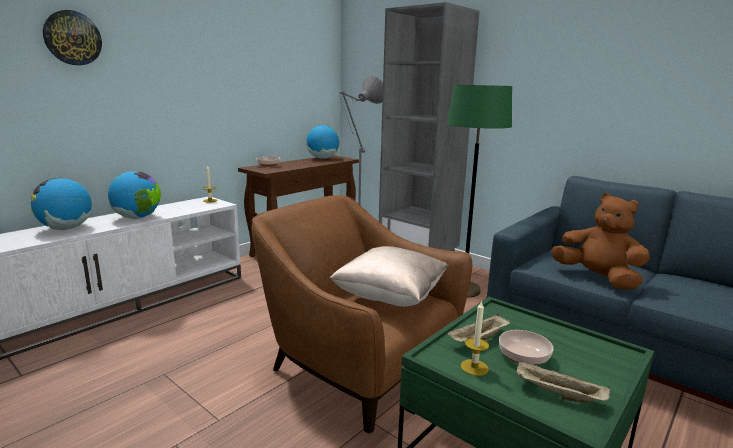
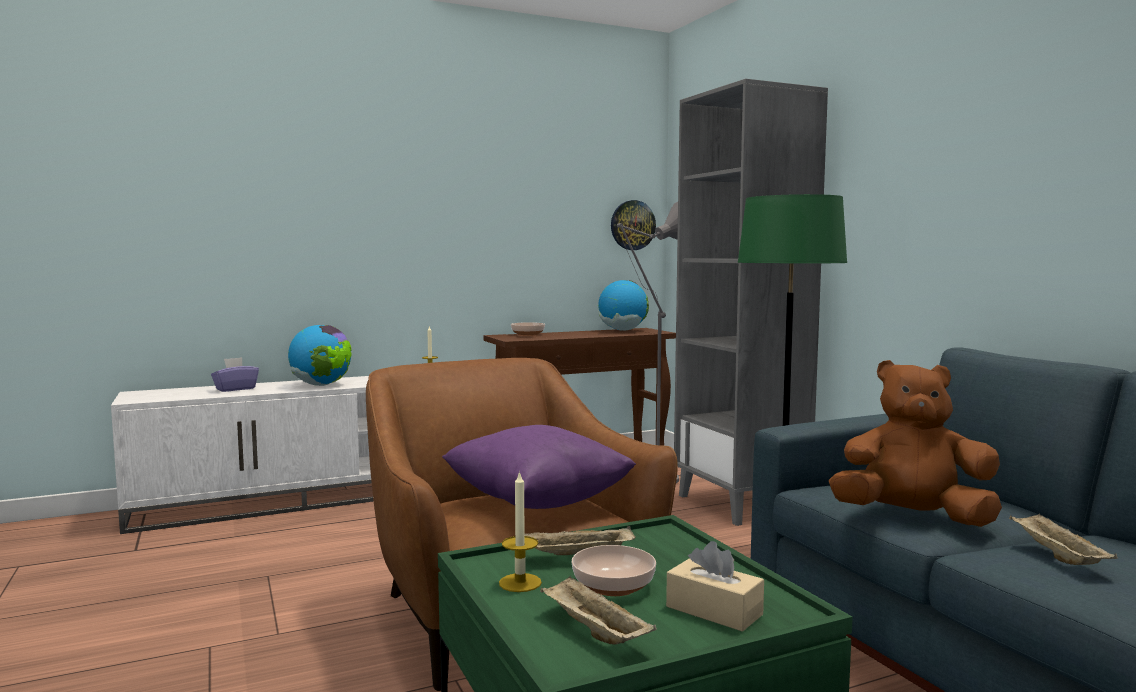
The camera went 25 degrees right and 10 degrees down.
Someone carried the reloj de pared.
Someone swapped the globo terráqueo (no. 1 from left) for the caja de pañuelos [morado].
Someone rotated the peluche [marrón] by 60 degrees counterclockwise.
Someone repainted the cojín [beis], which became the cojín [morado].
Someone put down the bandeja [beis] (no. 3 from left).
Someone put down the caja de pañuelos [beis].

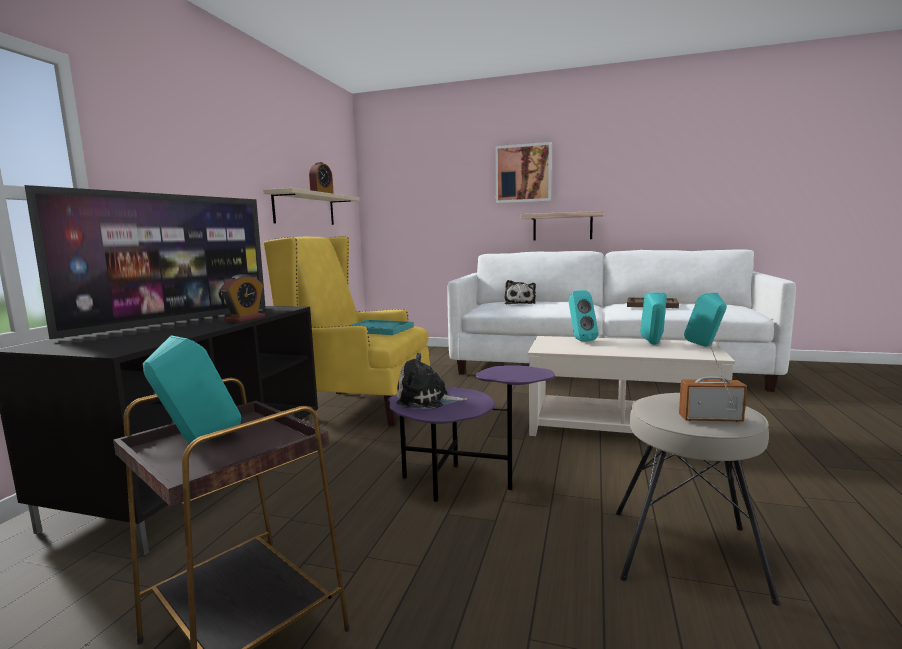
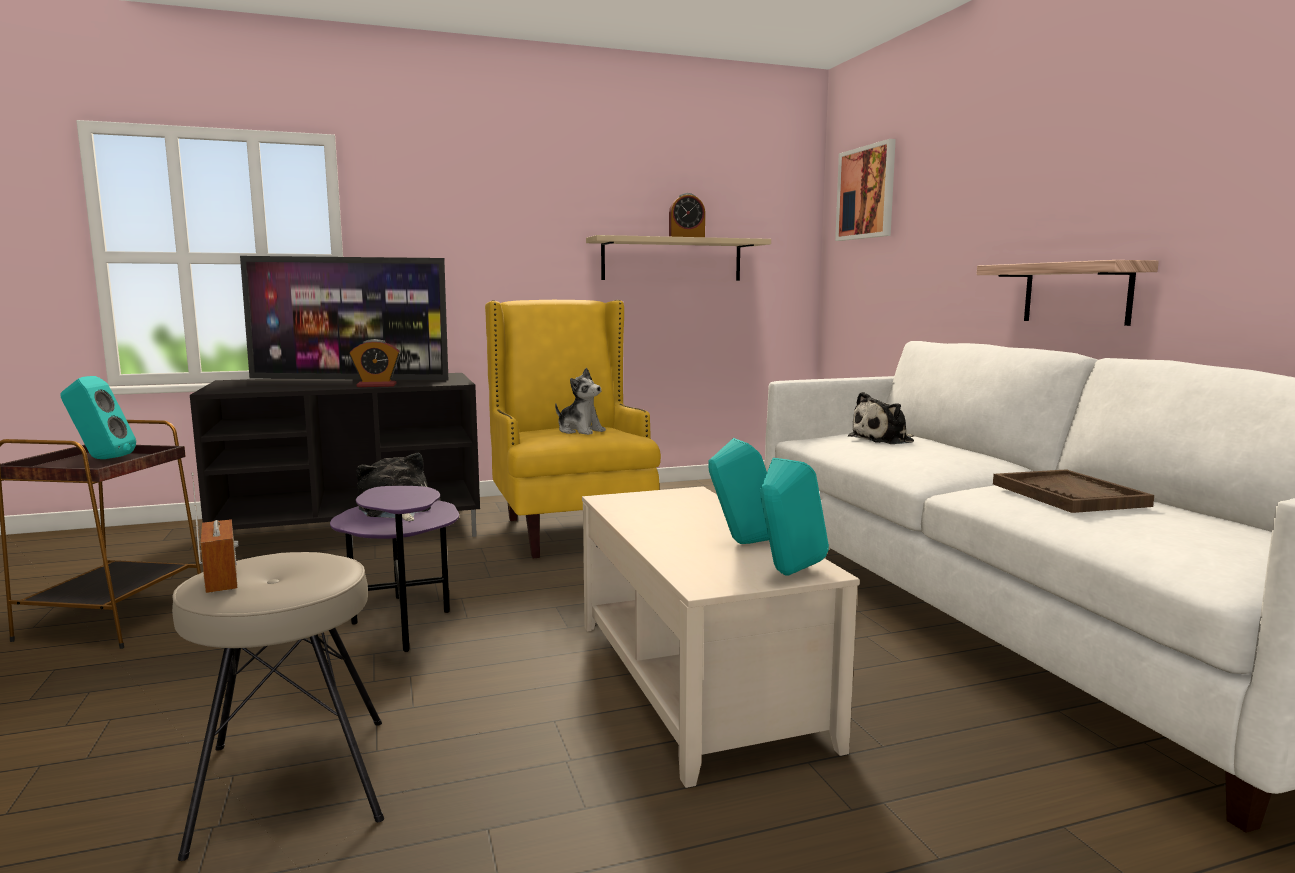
The camera went 55 degrees right and 0 degrees up.
Someone carried the cuadro.
Someone took away the altavoz [turquesa] (no. 2 from left).
Someone swapped the bandeja [turquesa] for the peluche (no. 2 from left).

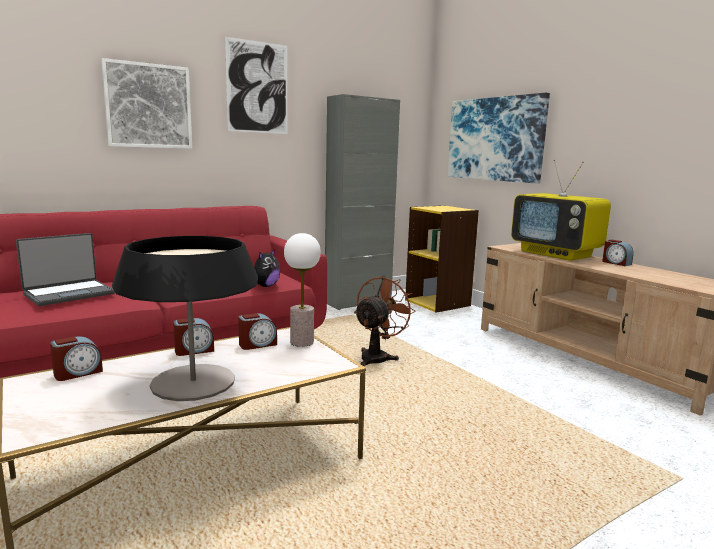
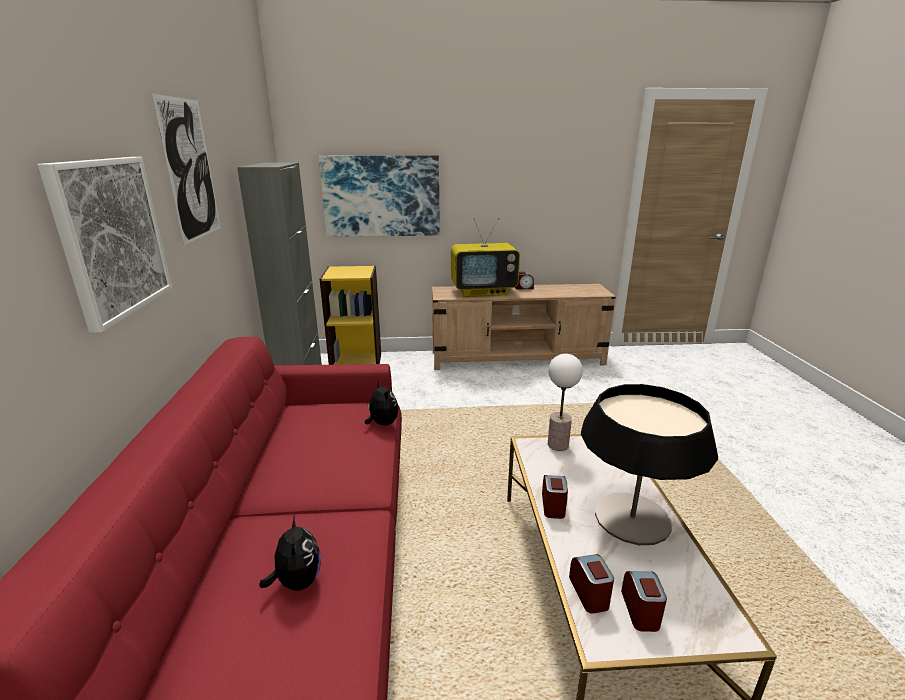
The camera went 60 degrees left and 10 degrees up.
Someone swapped the portátil for the peluche (no. 1 from left).
Someone took away the ventilador [marrón].
Someone carried the despertador (no. 3 from left in the first image).

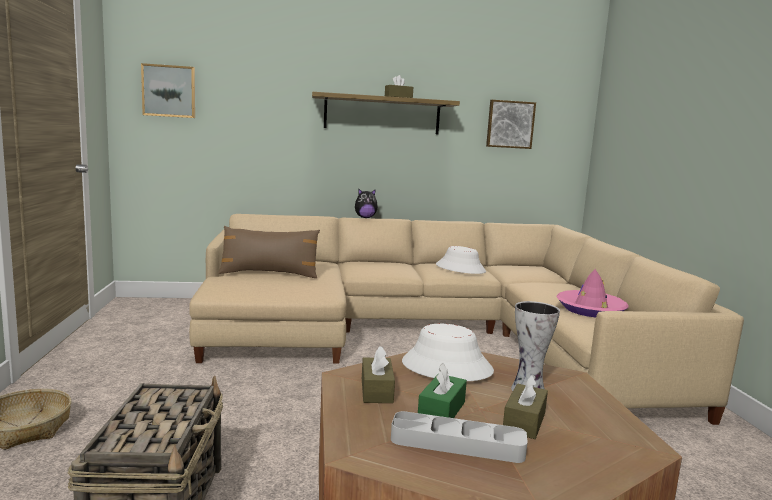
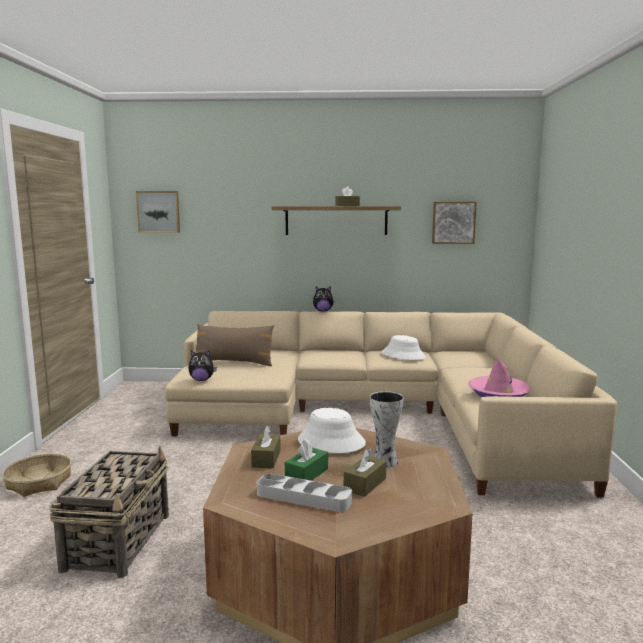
The camera went 10 degrees right and 0 degrees up.
Someone put down the peluche (no. 1 from left).

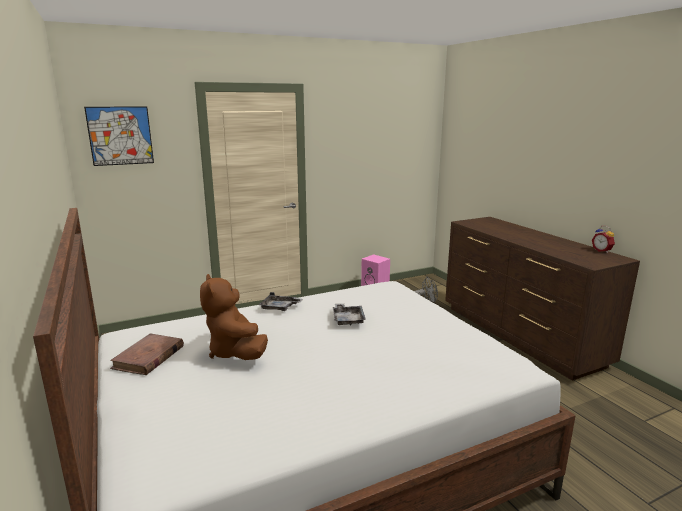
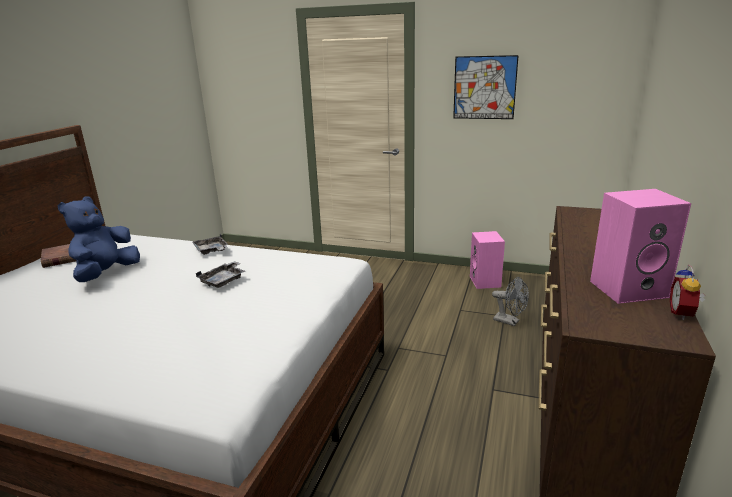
The camera went 45 degrees right and 5 degrees up.
Someone carried the cuadro.
Someone repainted the peluche [marrón], which became the peluche [azul].
Someone put down the altavoz [rosa] (no. 2 from left).

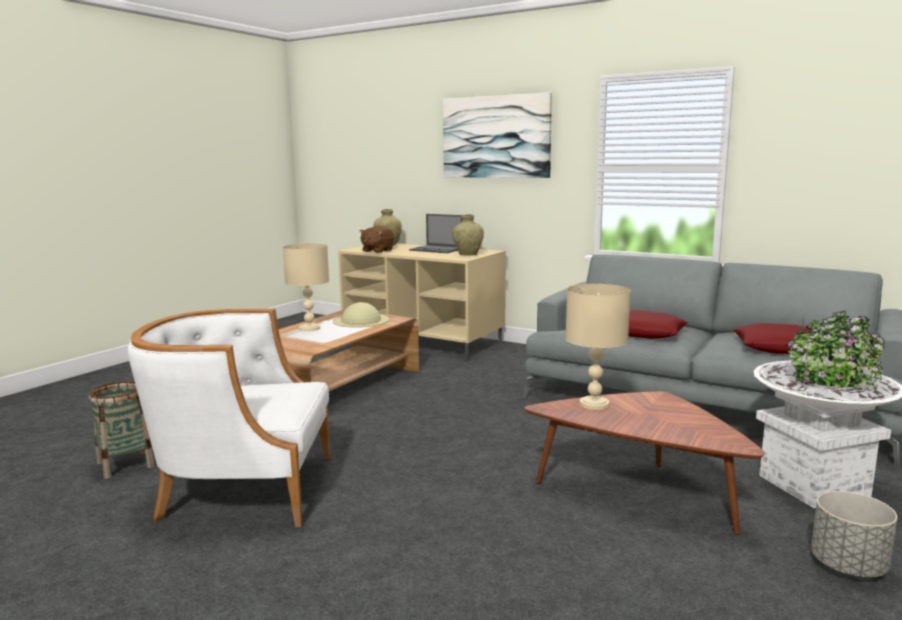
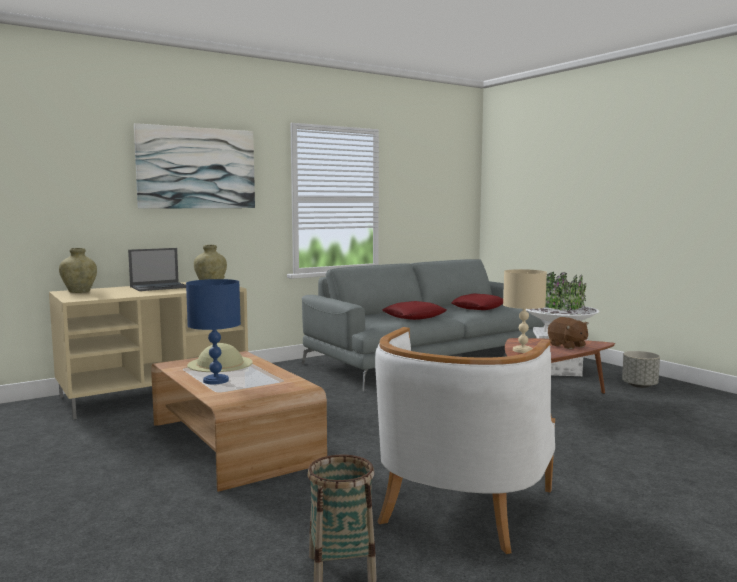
The camera went 65 degrees left and 5 degrees down.
Someone carried the peluche [marrón].
Someone repainted the lámpara de mesa [beis] (no. 1 from left), which became the lámpara de mesa [azul].

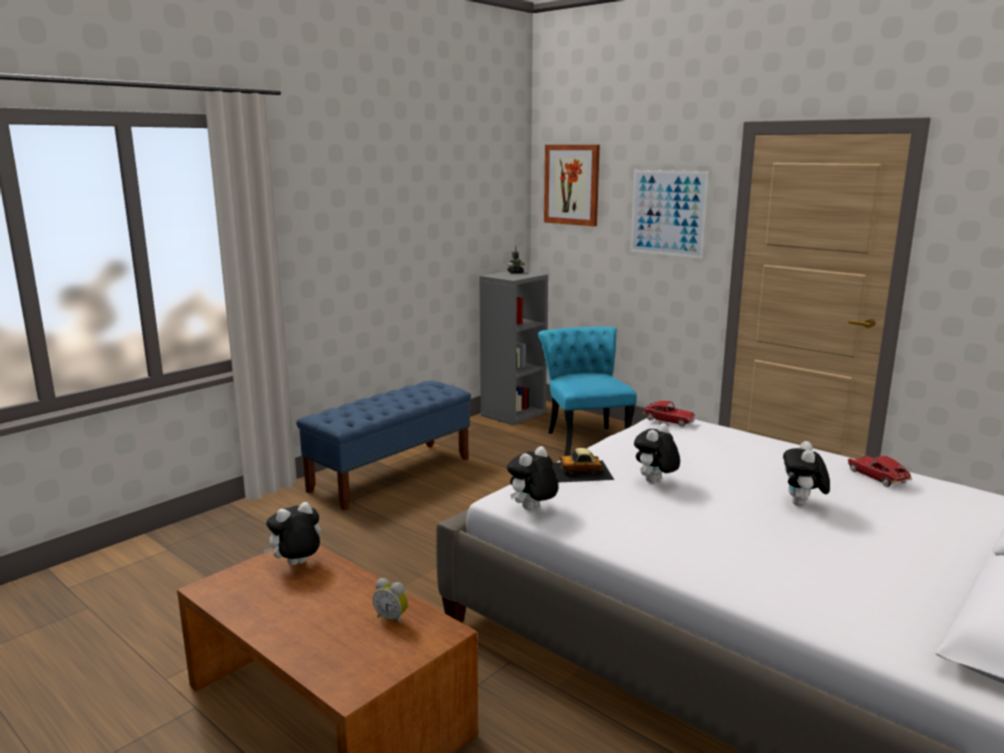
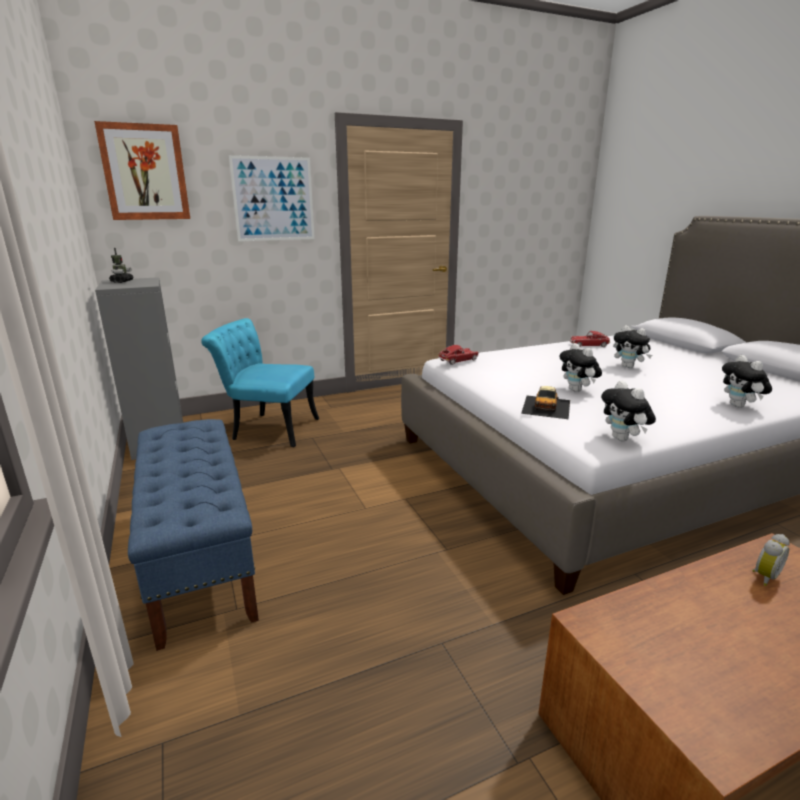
The camera went 65 degrees left and 5 degrees up.
Someone carried the peluche (no. 1 from left in the first image).

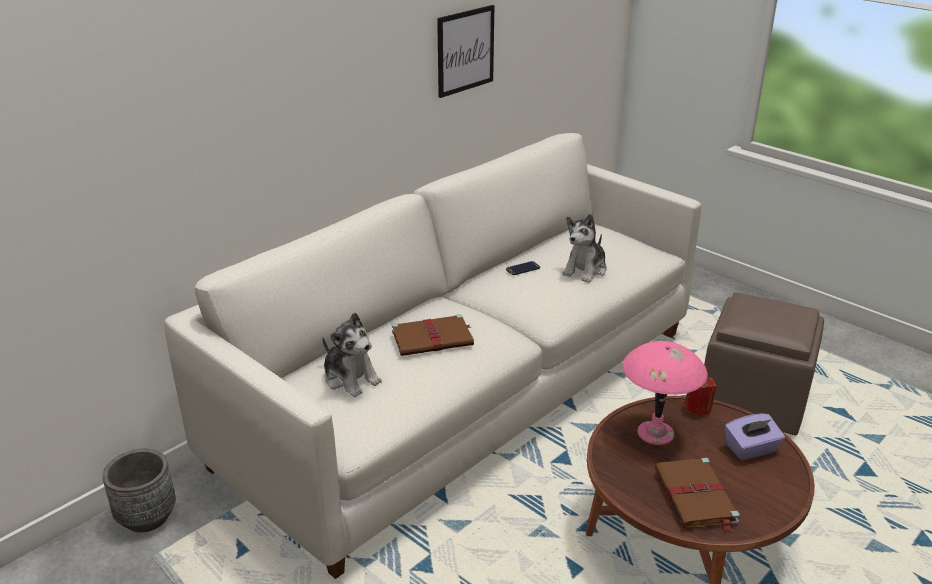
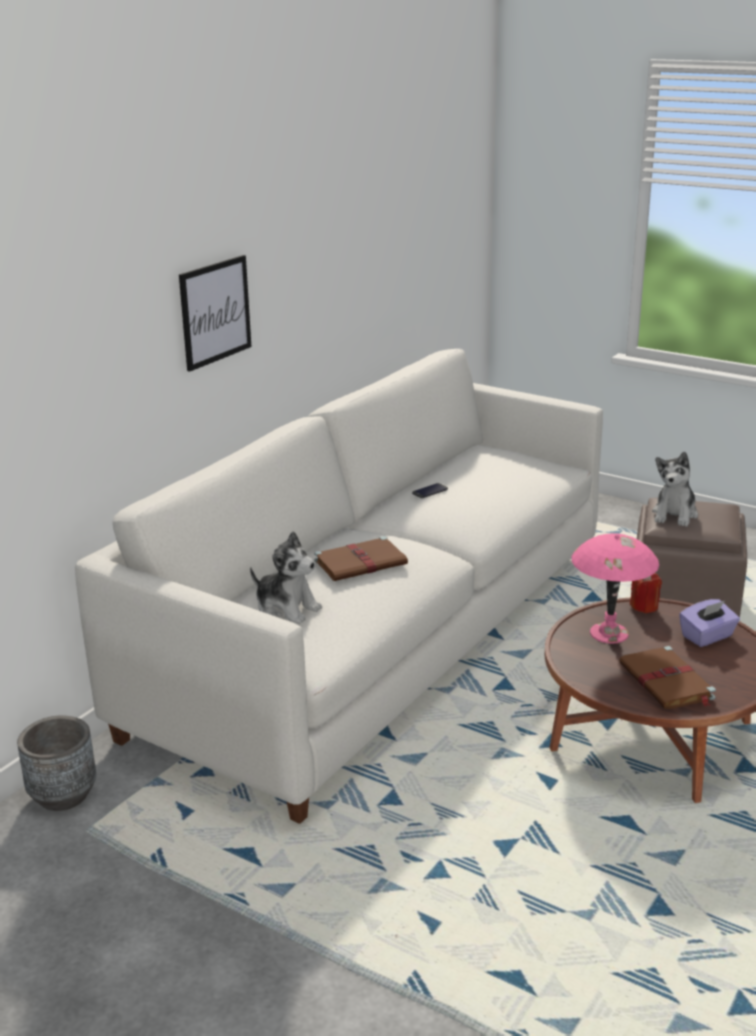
The camera went 10 degrees left and 5 degrees down.
Someone carried the cuadro.
Someone carried the peluche (no. 2 from left).

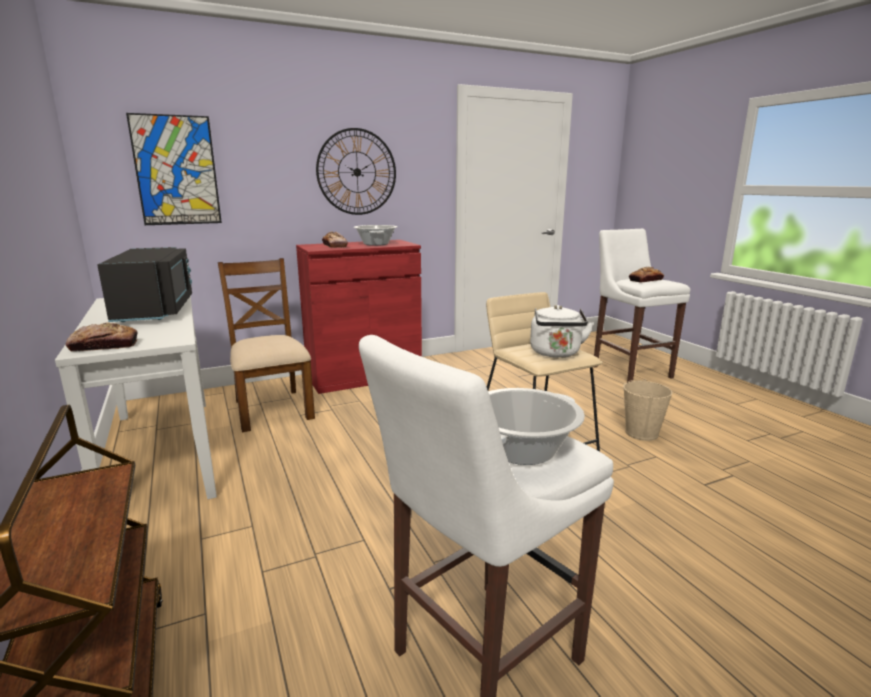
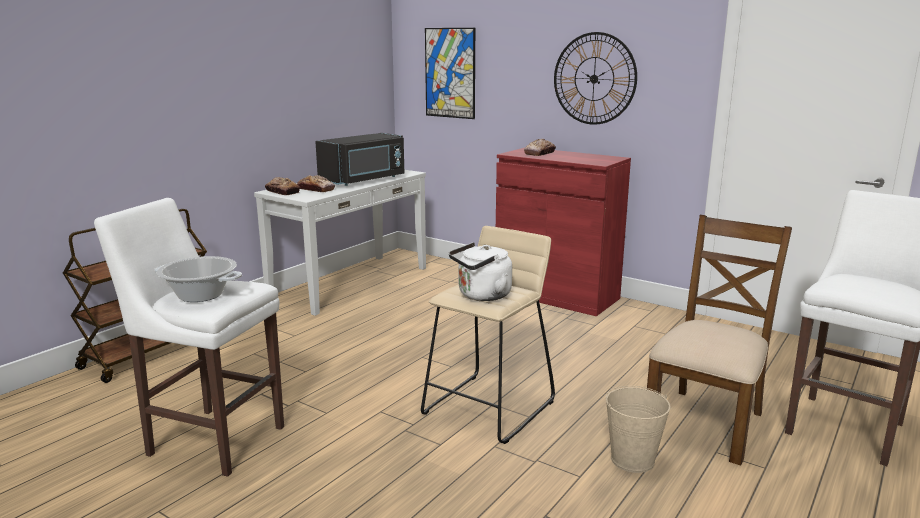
The camera went 60 degrees right and 0 degrees up.
Someone took away the olla (no. 1 from left).
Someone carried the silla [marrón].
Someone carried the pan (no. 3 from left in the first image).

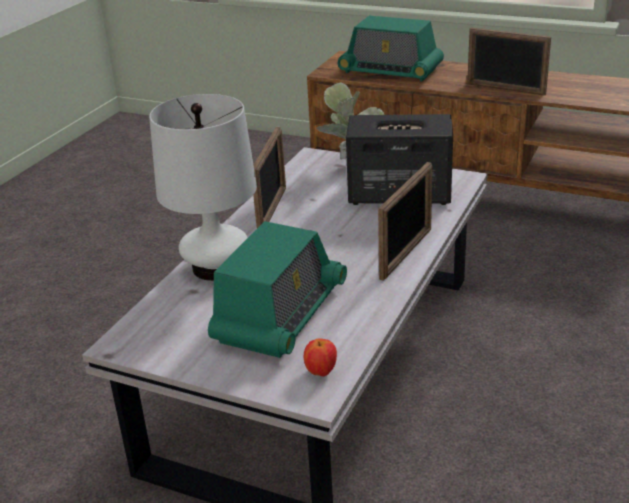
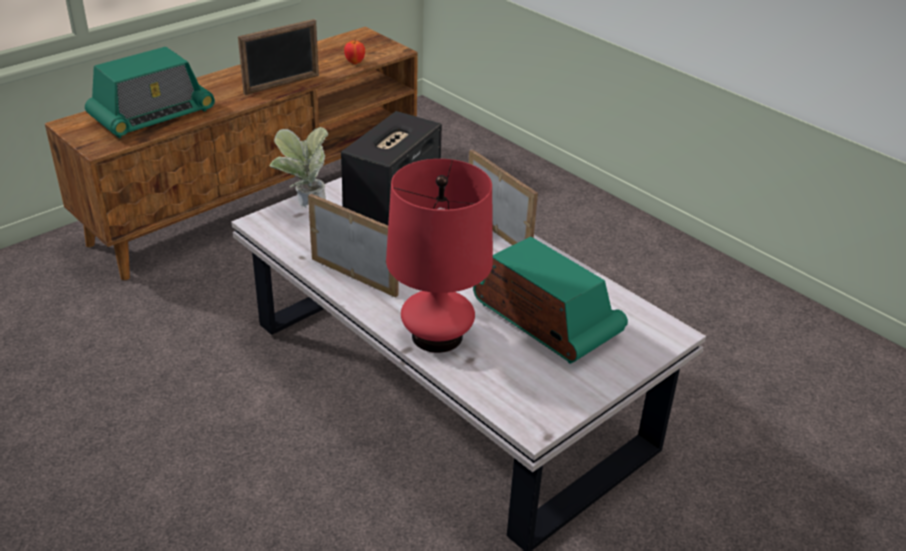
The camera went 70 degrees left and 5 degrees up.
Someone repainted the lámpara de mesa [blanco], which became the lámpara de mesa [rojo].
Someone carried the manzana.

